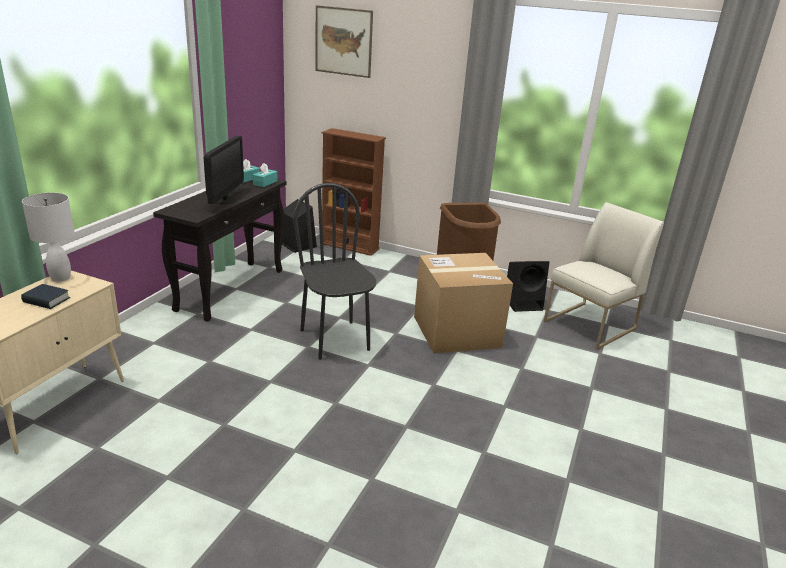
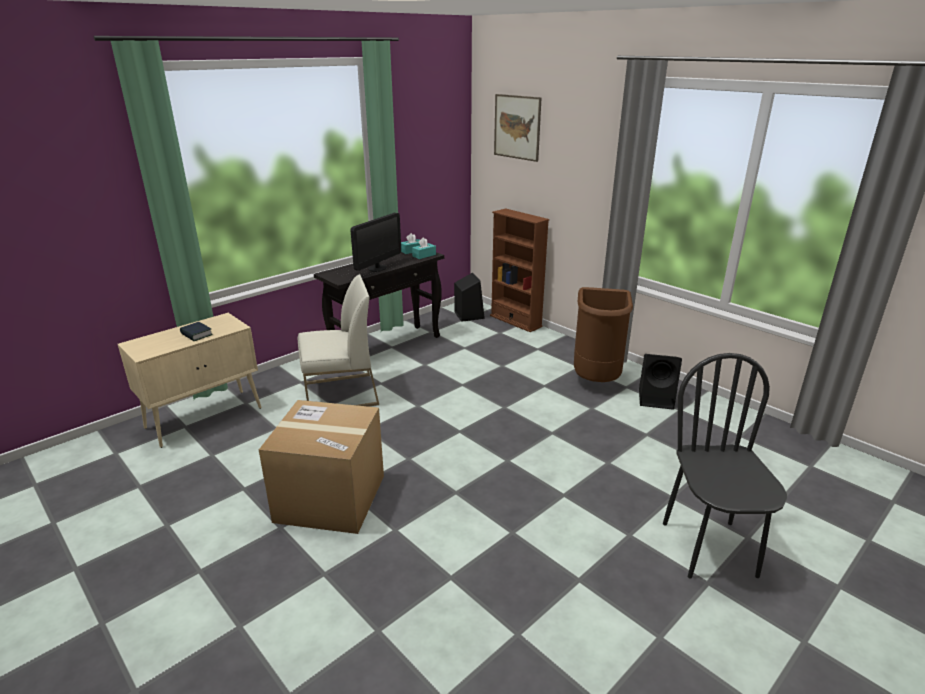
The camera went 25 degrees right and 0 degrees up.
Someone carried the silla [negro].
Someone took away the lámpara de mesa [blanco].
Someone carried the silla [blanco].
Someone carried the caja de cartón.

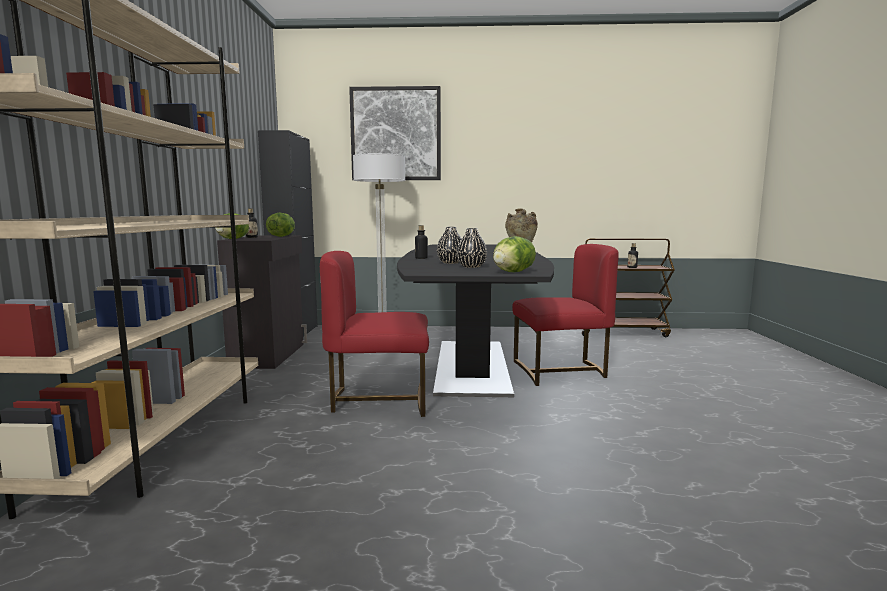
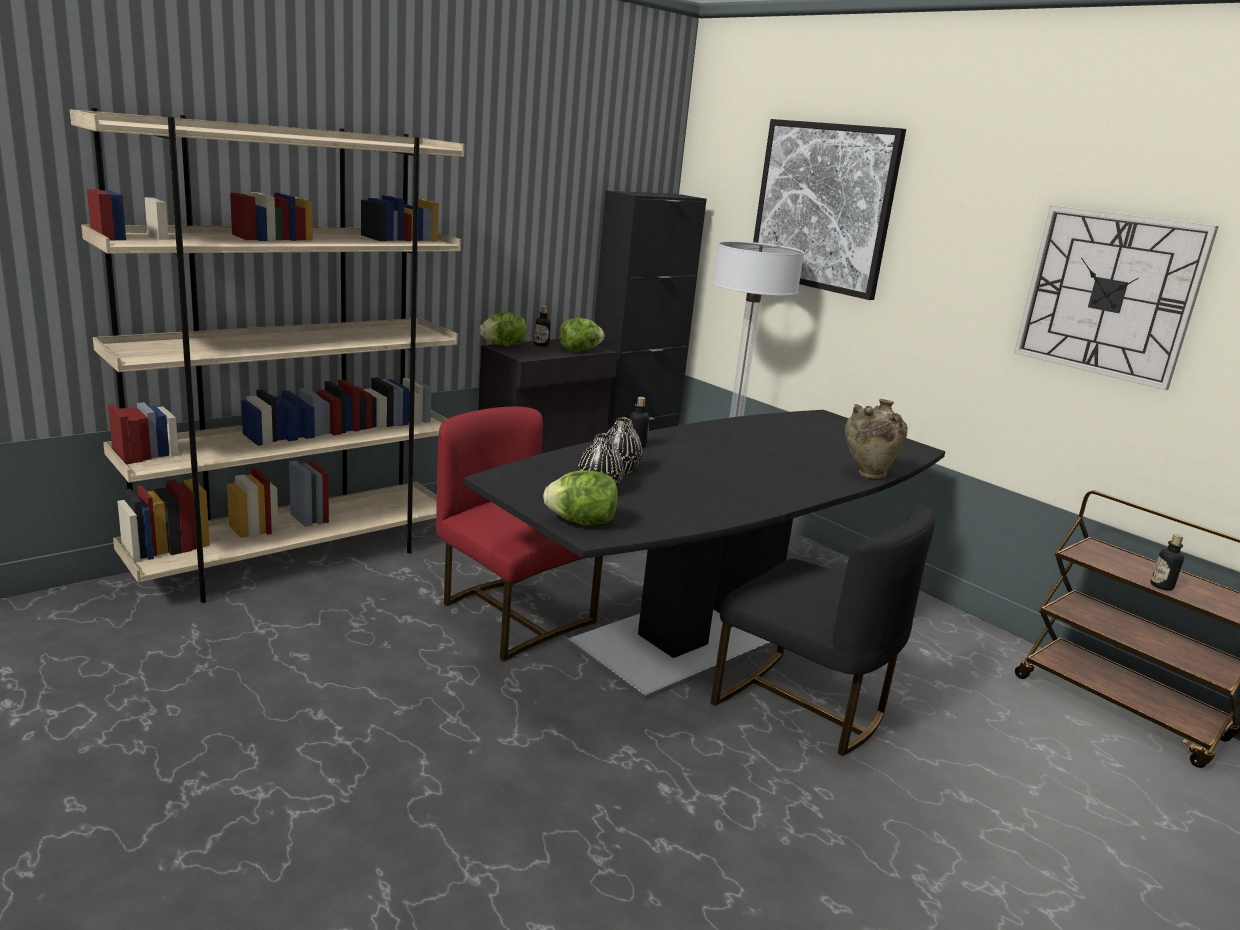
The camera went 45 degrees right and 10 degrees up.
Someone repainted the silla [rojo] (no. 2 from left), which became the silla [negro].
Someone put up the reloj de pared.

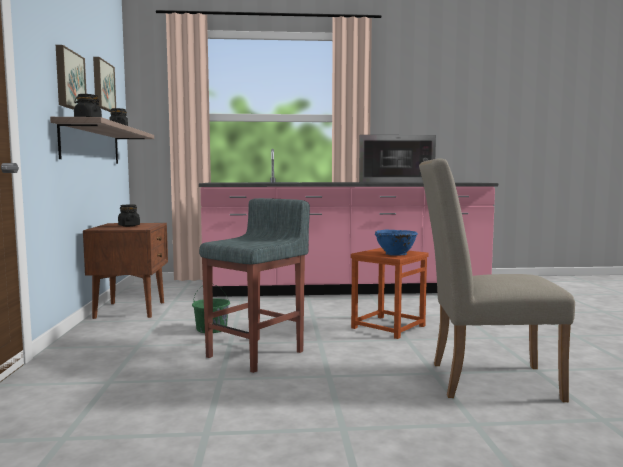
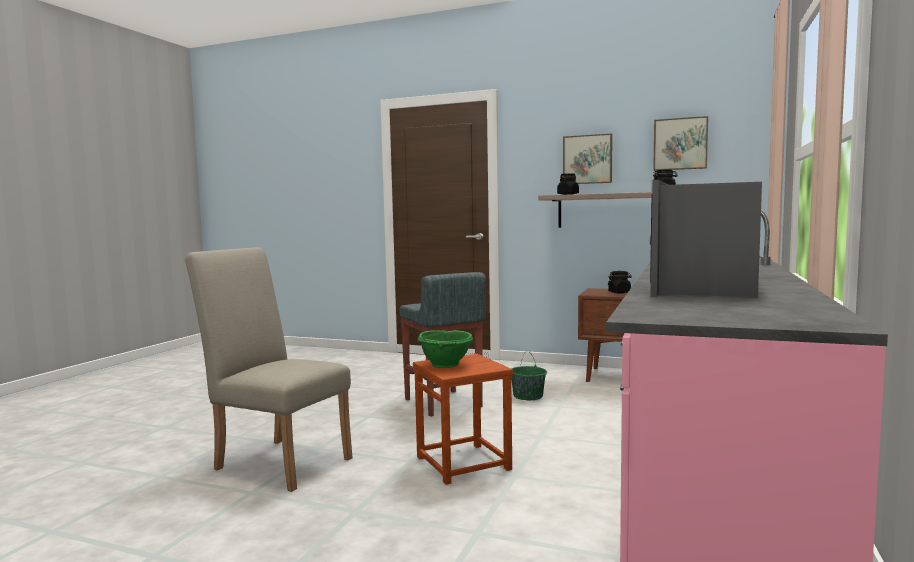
The camera went 115 degrees right and 0 degrees up.
Someone rotated the silla [beis] by 90 degrees counterclockwise.
Someone repainted the cuenco [azul], which became the cuenco [verde].

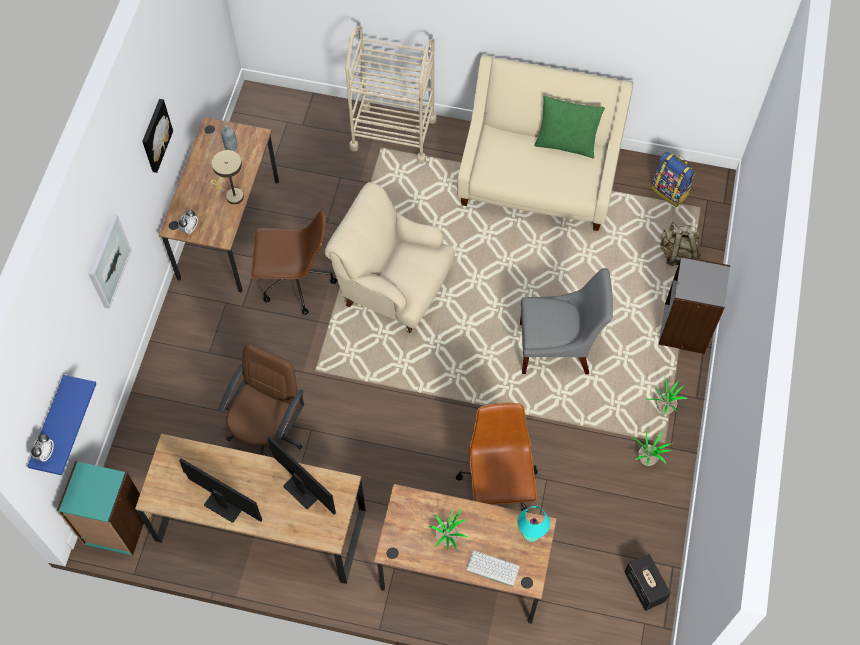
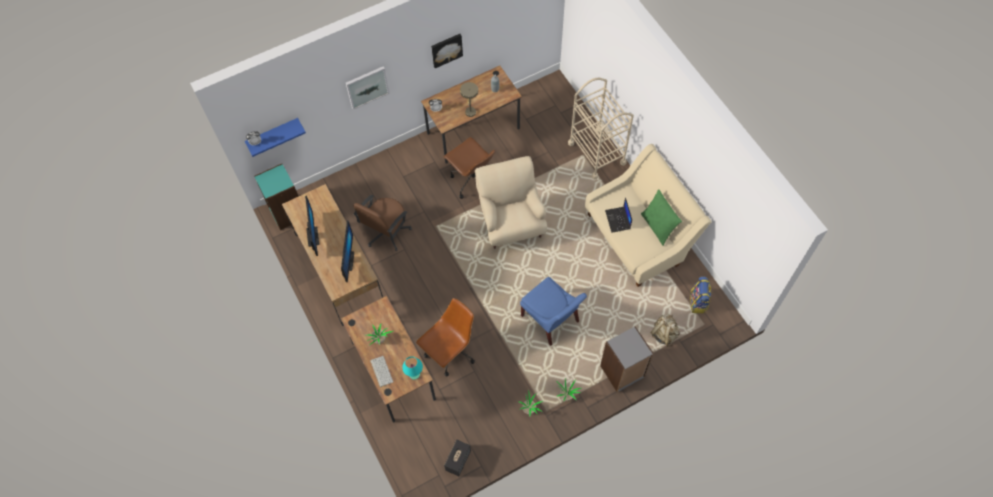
The camera went 50 degrees right and 0 degrees up.
Someone repainted the silla [gris], which became the silla [azul].
Someone rotated the silla de oficina [marrón] (no. 1 from left) by 135 degrees clockwise.
Someone put down the portátil.

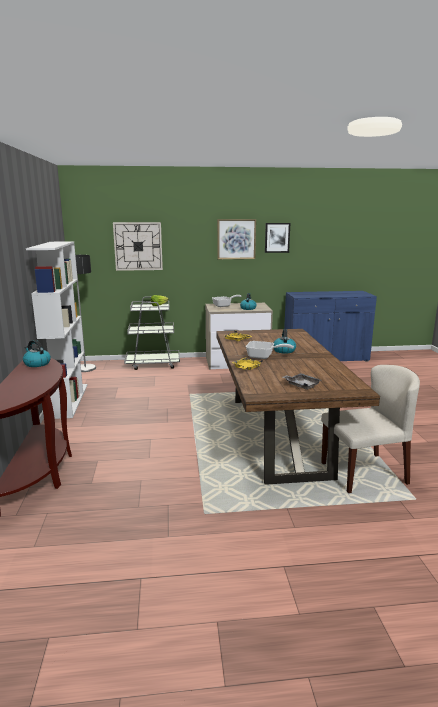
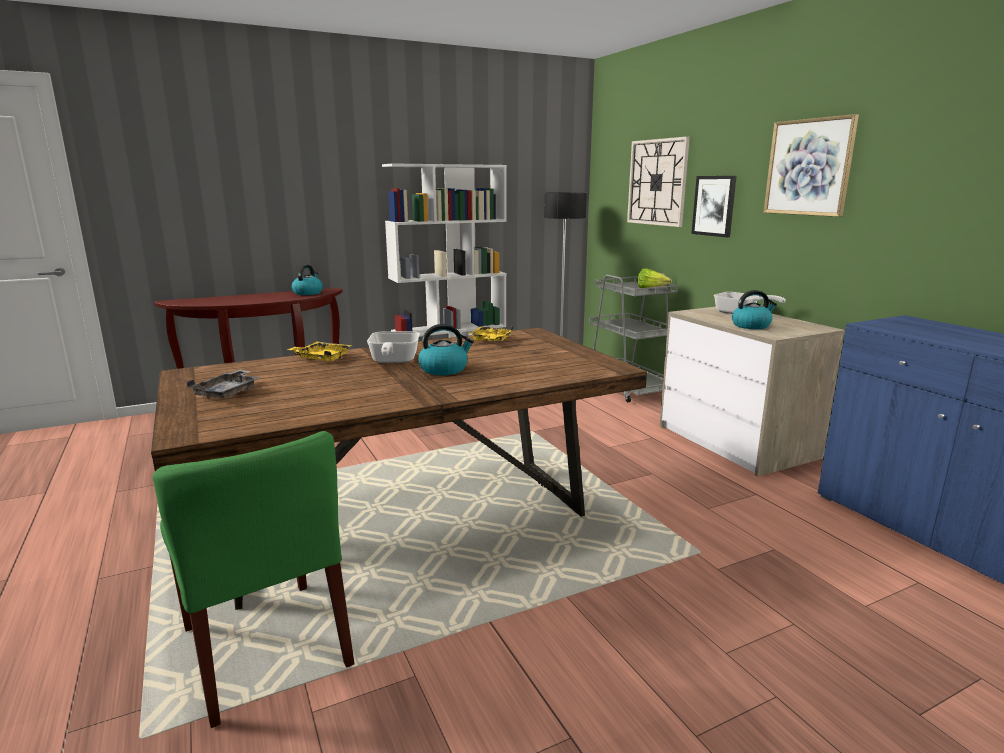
The camera went 70 degrees right and 0 degrees up.
Someone carried the cuadro (no. 2 from left in the first image).
Someone repainted the silla [beis], which became the silla [verde].

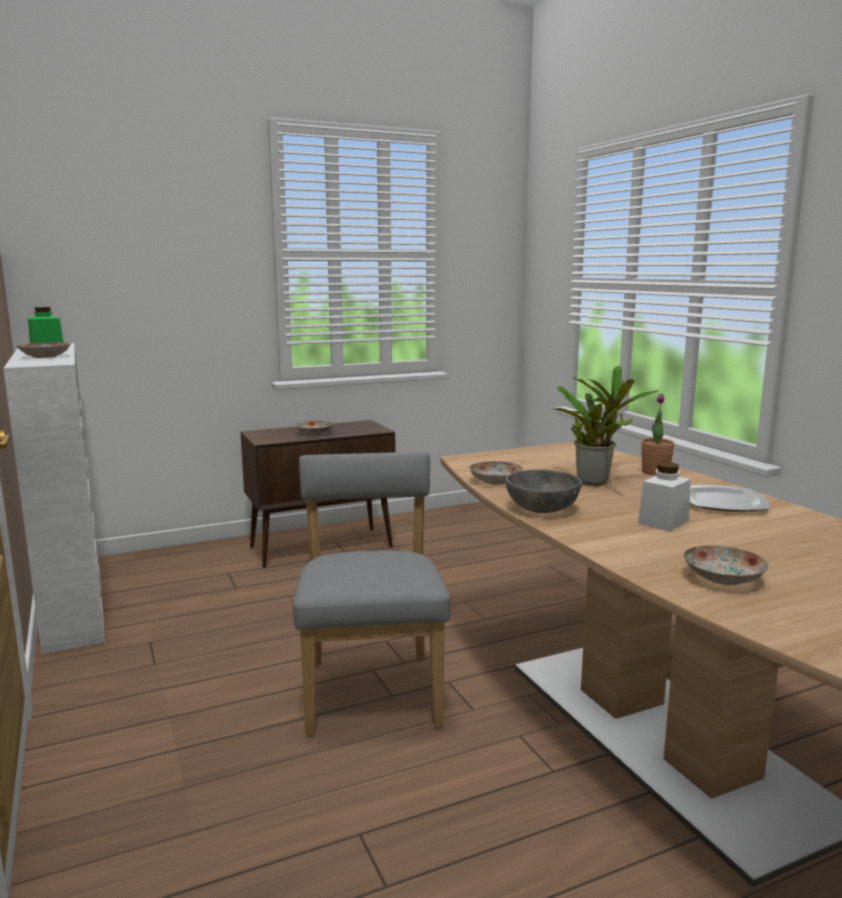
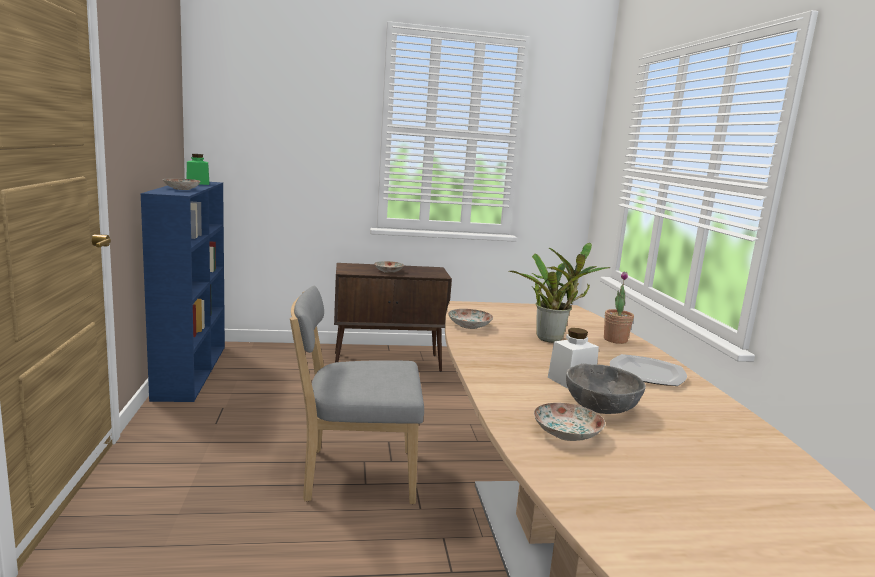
The camera went 15 degrees right and 0 degrees up.
Someone repainted the estantería [blanco], which became the estantería [azul].
Someone rotated the silla [gris] by 105 degrees counterclockwise.
Someone carried the cuenco [gris].

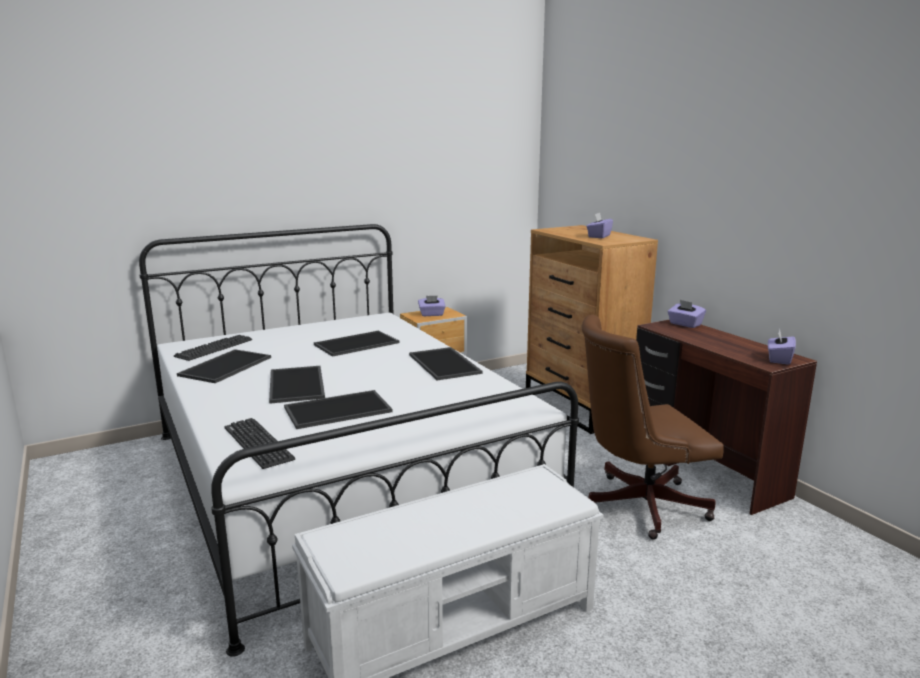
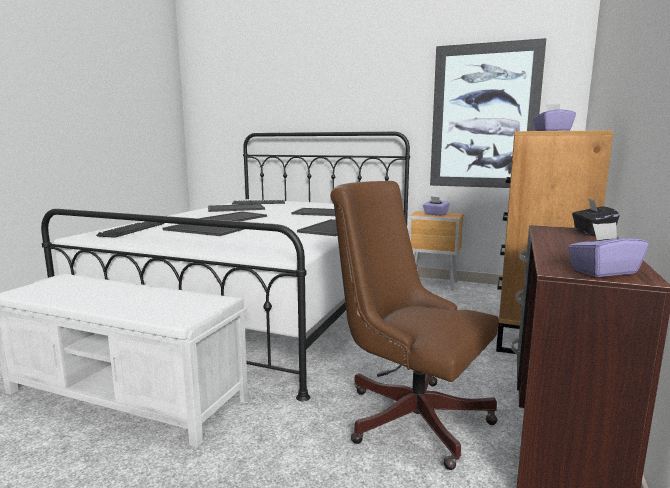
The camera went 50 degrees right and 5 degrees down.
Someone repainted the caja de pañuelos [morado] (no. 3 from left), which became the caja de pañuelos [negro].
Someone put up the cuadro.

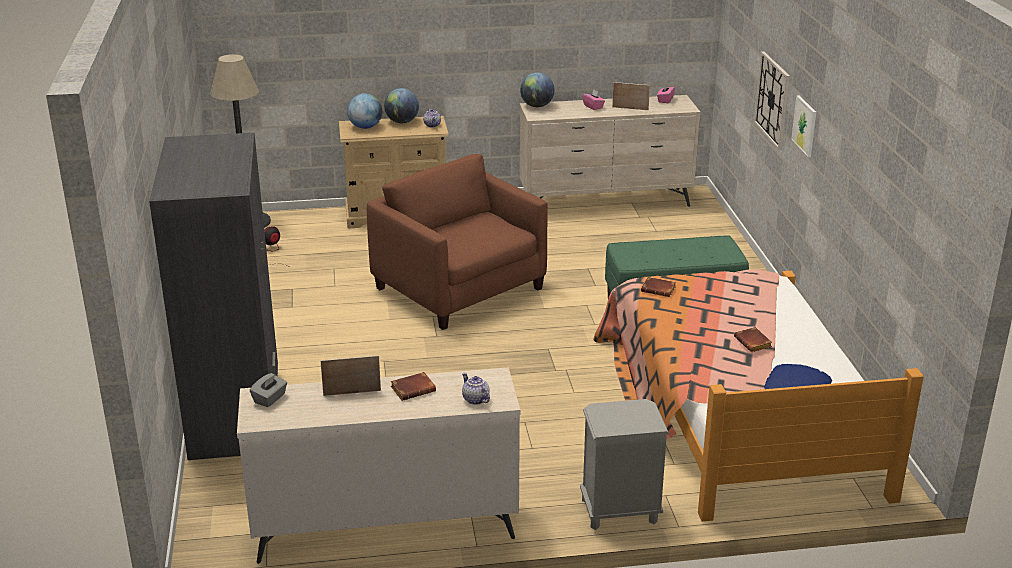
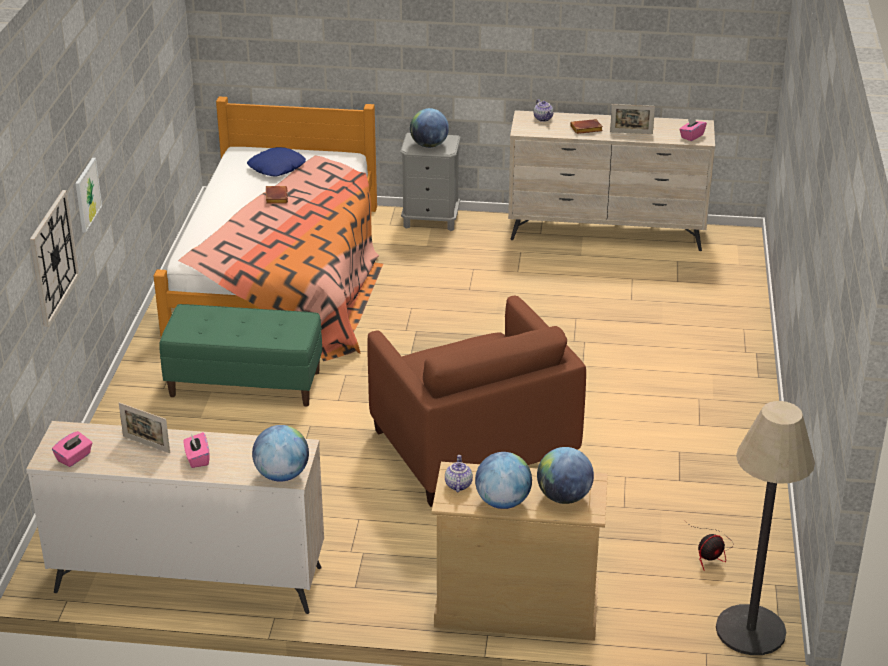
The camera went 165 degrees left and 5 degrees up.
Someone took away the armario ropero [gris].
Someone took away the libro [marrón] (no. 2 from left).
Someone repainted the caja de pañuelos [gris], which became the caja de pañuelos [rosa] (no. 3 from left).
Someone put down the globo terráqueo (no. 2 from left).

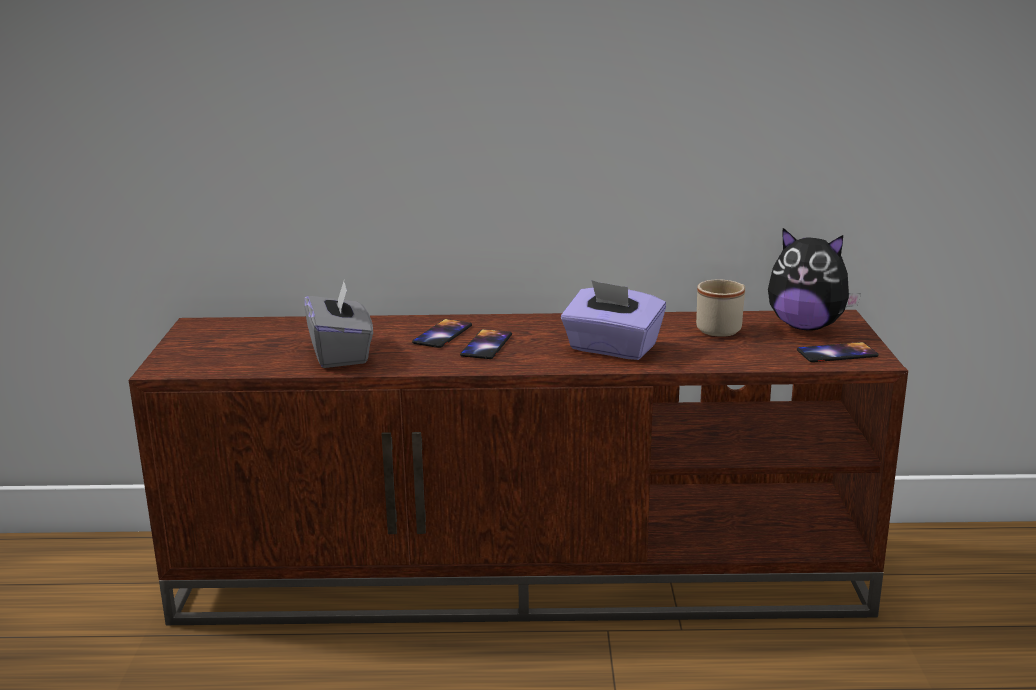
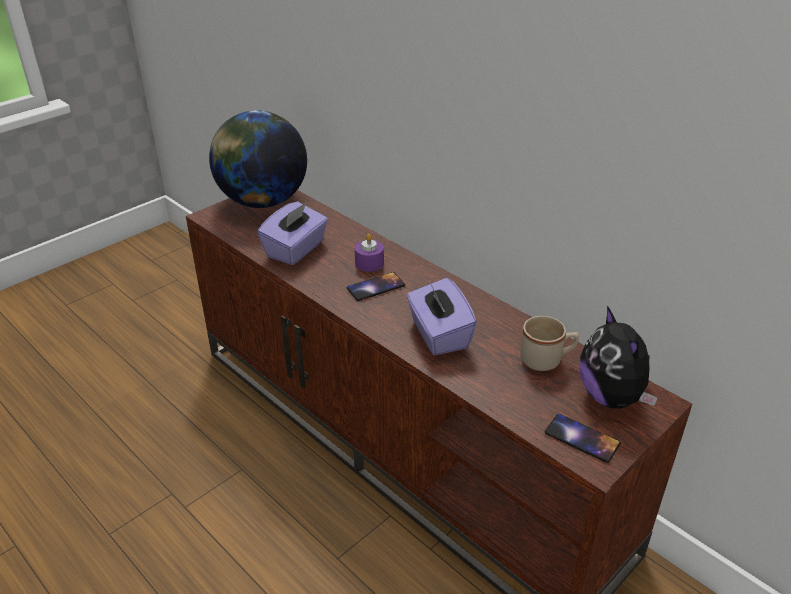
The camera went 45 degrees right and 15 degrees up.
Someone repainted the caja de pañuelos [gris], which became the caja de pañuelos [morado] (no. 1 from left).
Someone swapped the móvil (no. 1 from left) for the vela [morado].
Someone put down the globo terráqueo.

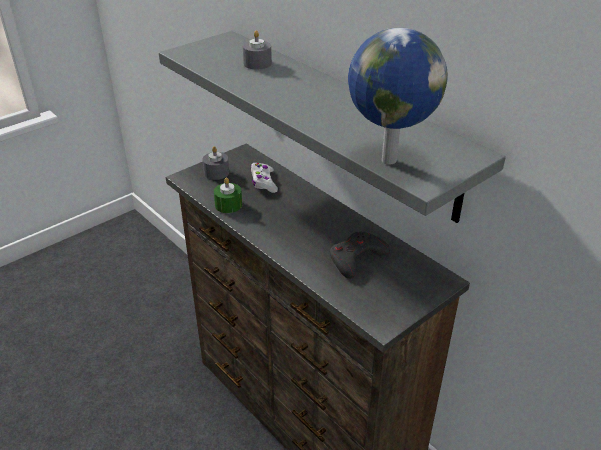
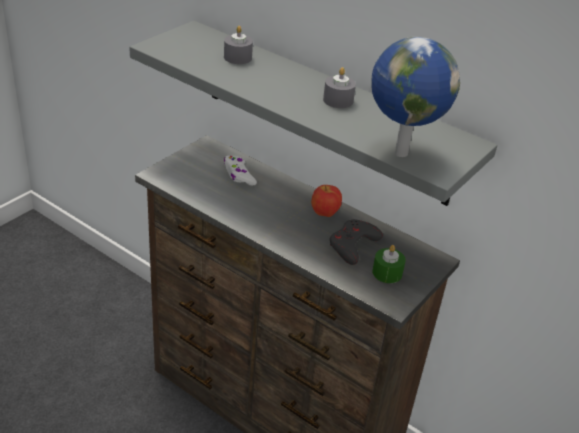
The camera went 15 degrees left and 0 degrees up.
Someone carried the vela [gris] (no. 1 from left in the first image).
Someone carried the vela [verde].
Someone put down the manzana.

